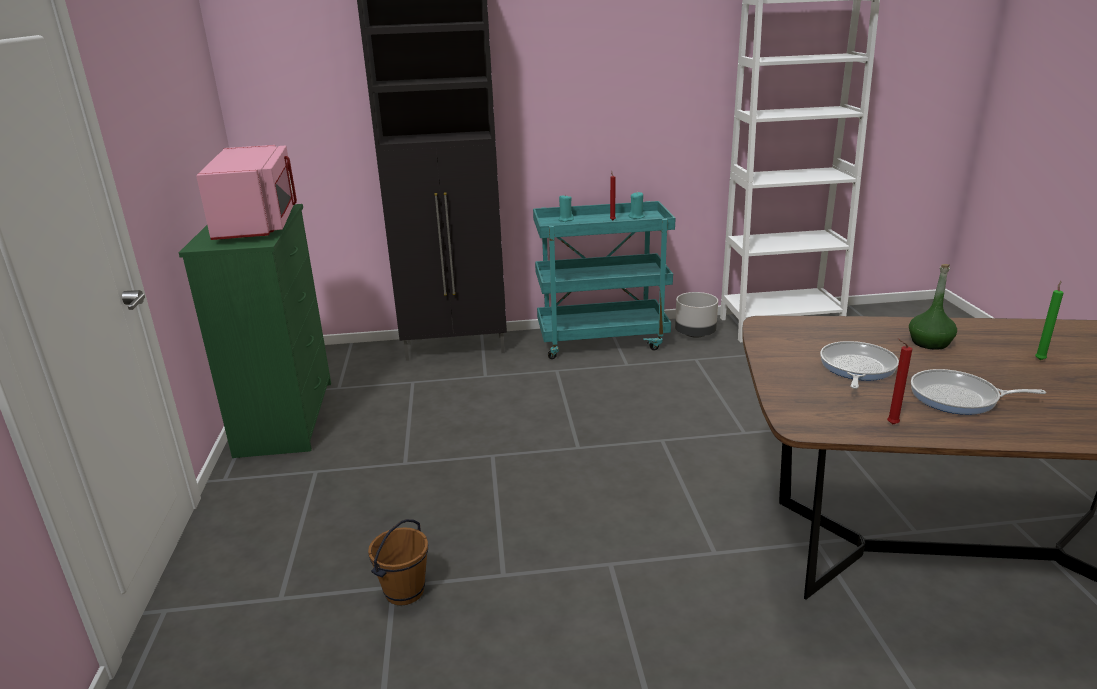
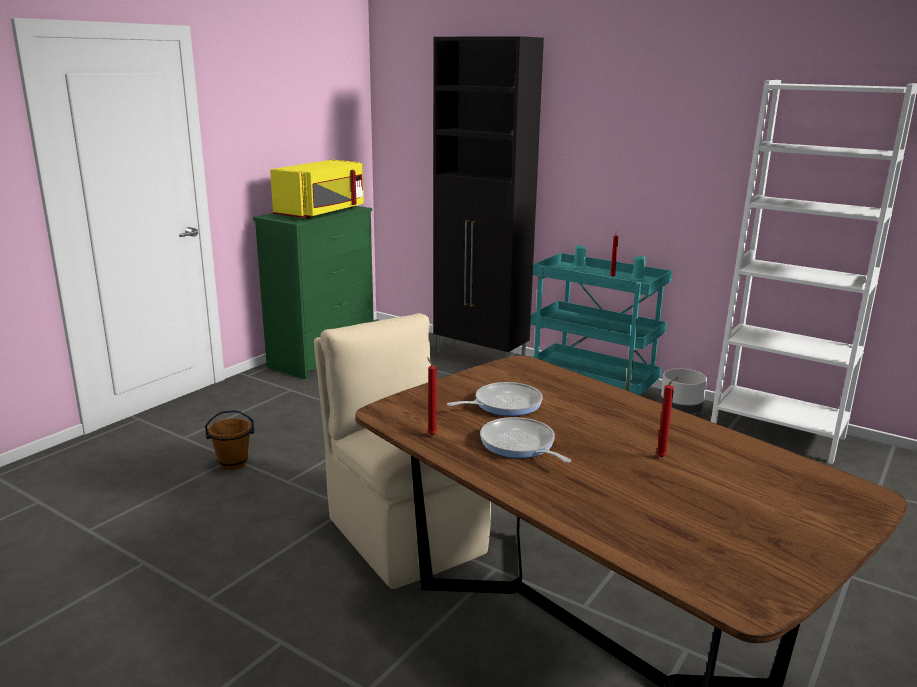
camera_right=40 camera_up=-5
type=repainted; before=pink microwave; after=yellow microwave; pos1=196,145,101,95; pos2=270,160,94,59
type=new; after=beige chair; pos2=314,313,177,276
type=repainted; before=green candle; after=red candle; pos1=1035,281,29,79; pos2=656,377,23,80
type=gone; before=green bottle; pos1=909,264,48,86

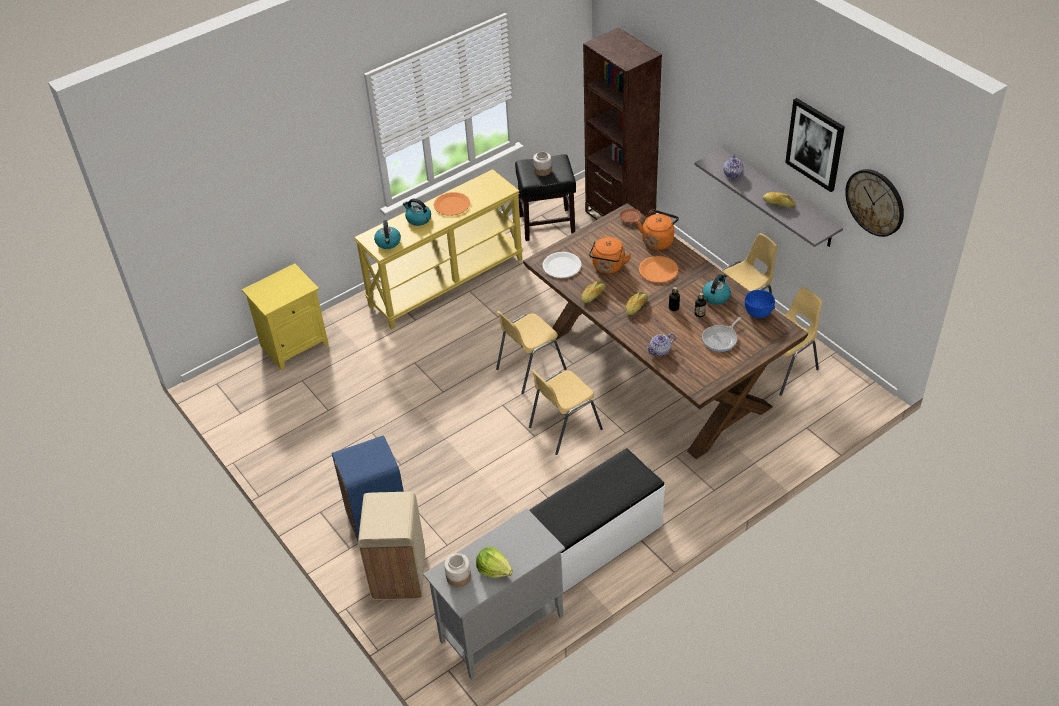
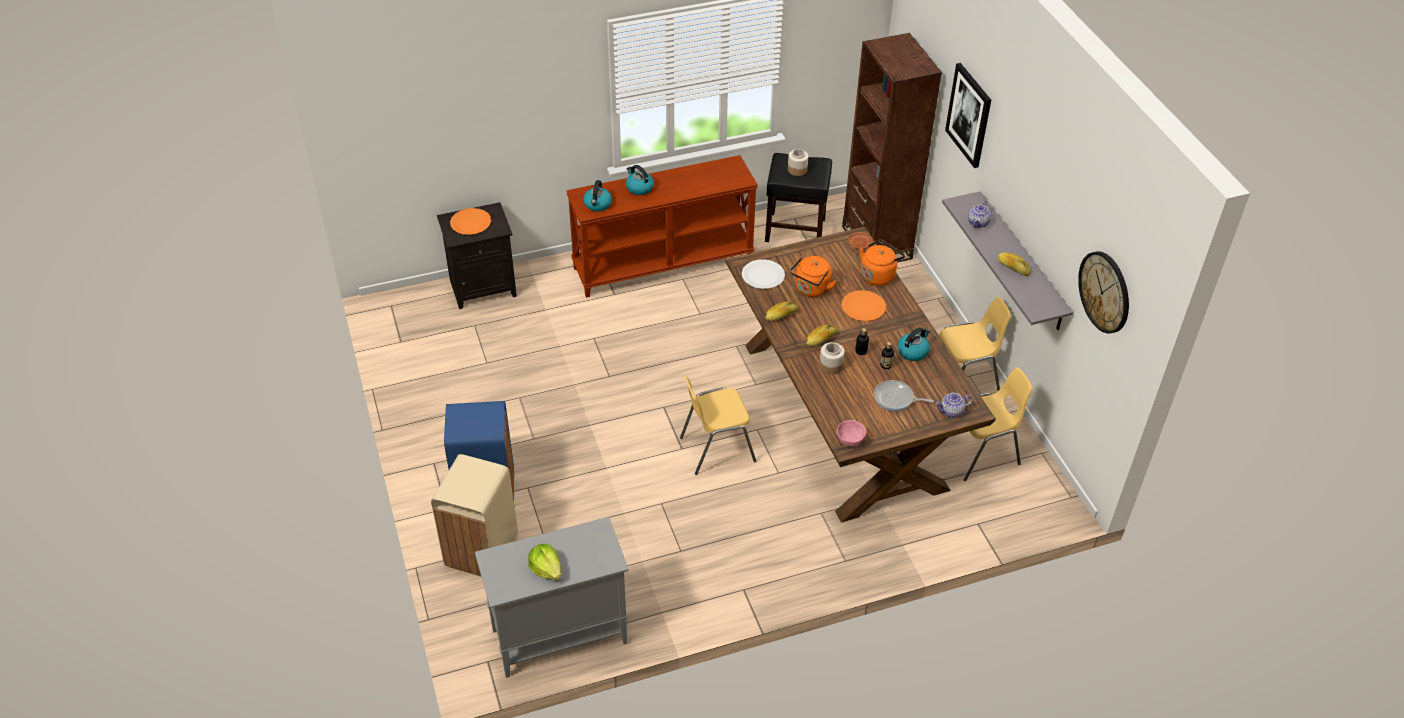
camera_right=15 camera_up=0
type=repainted; before=yellow nightstand; after=black nightstand; pos1=242,263,87,107; pos2=437,202,80,107
type=shifted; before=orange plate; pos1=434,192,36,24; pos2=450,208,41,27
type=repainted; before=yellow console table; after=brown console table; pos1=354,169,169,160; pos2=566,155,192,143
type=shifted; before=jar; pos1=444,553,27,34; pos2=819,342,25,32
type=new; after=pink bowl; pos2=837,420,29,27
type=rotated; before=frying pan; pos1=702,317,39,35; pos2=874,380,60,31; turn=45
type=shifted; before=teapot; pos1=646,333,29,23; pos2=935,393,38,25
type=shifted; before=picture; pos1=785,98,60,94; pos2=945,63,46,105
type=gone; before=yellow chair; pos1=496,311,71,83
type=gone; before=white bench; pos1=529,448,136,144
type=gone; before=blue bowl; pos1=745,290,30,28

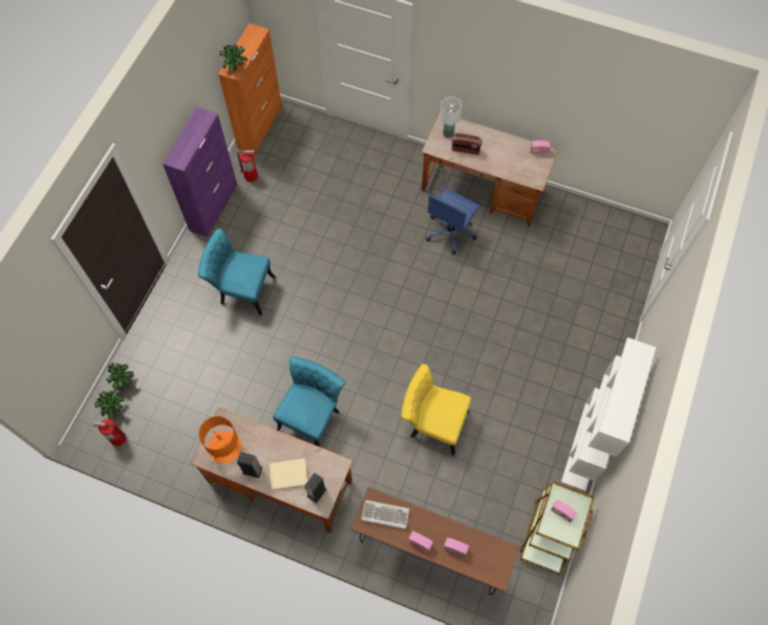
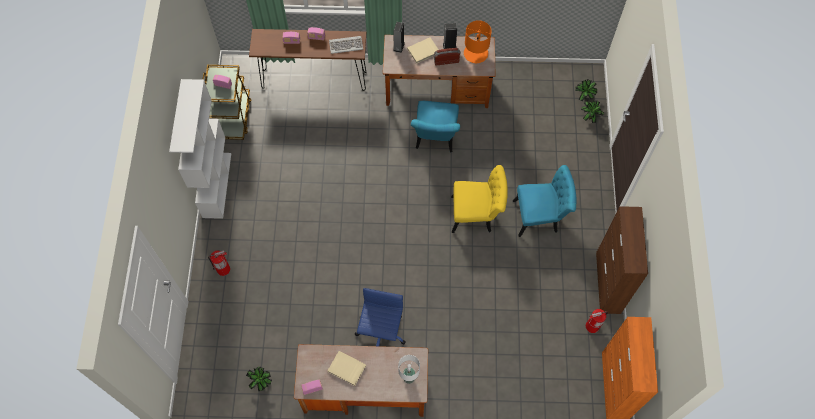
camera_right=160 camera_up=0
type=shifted; before=fire extinguisher; pos1=93,419,34,27; pos2=208,250,22,26
type=shifted; before=potted plant; pos1=219,44,29,28; pos2=246,367,26,24
type=new; after=beige book; pos2=328,351,38,35
type=shifted; before=radio; pos1=452,133,30,22; pos2=434,48,27,18
type=shifted; before=yellow chair; pos1=401,364,70,91; pos2=451,165,57,68
type=repainted; before=purple cabinet; after=brown cabinet; pos1=163,107,74,130; pos2=596,206,52,108

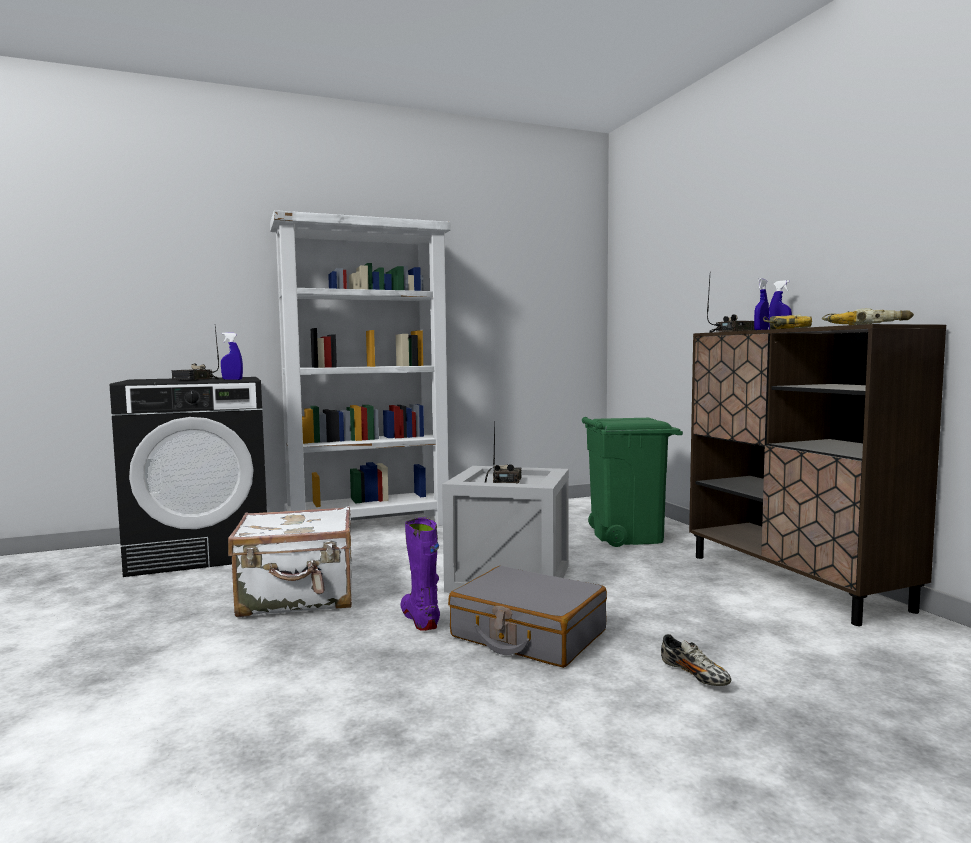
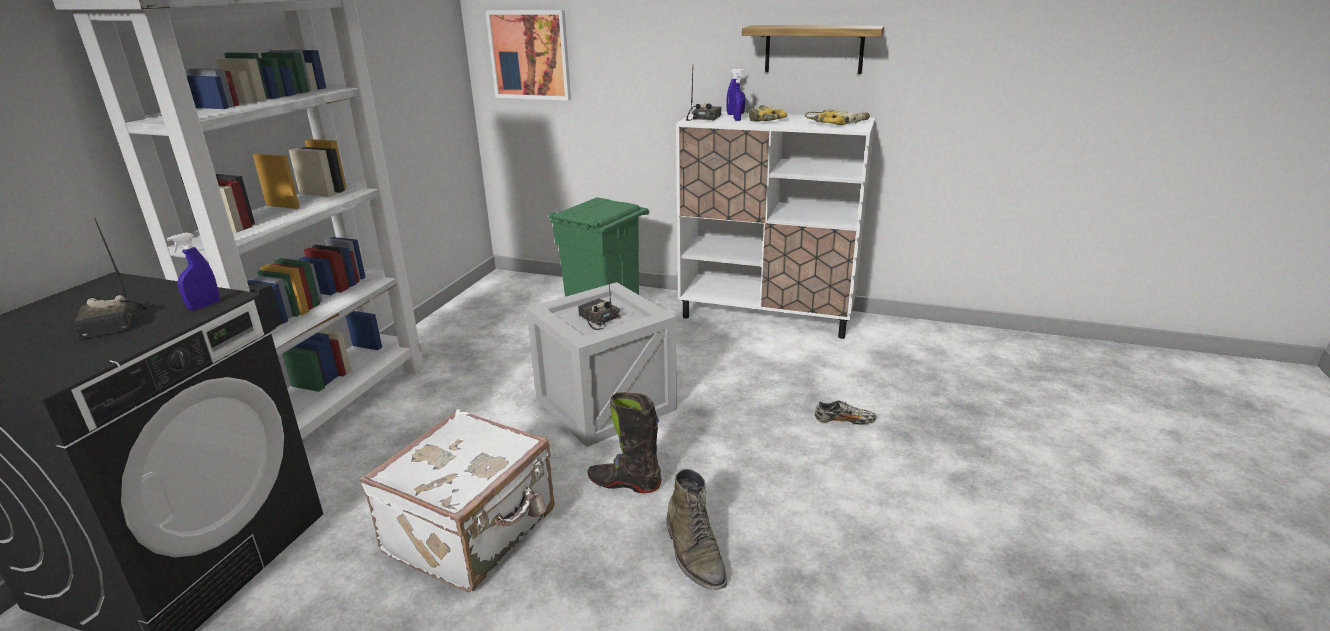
camera_right=-50 camera_up=20
type=new; after=picture; pos2=486,10,85,90
type=repainted; before=purple boot; after=black boot; pos1=400,517,40,114; pos2=587,392,74,101
type=new; after=green boot; pos2=666,469,61,121
type=repainted; before=brown cabinet; after=white cabinet; pos1=689,324,257,302; pos2=676,112,199,227
type=new; after=shelf; pos2=742,25,142,49
type=gone; before=grey suitcase; pos1=448,566,159,102

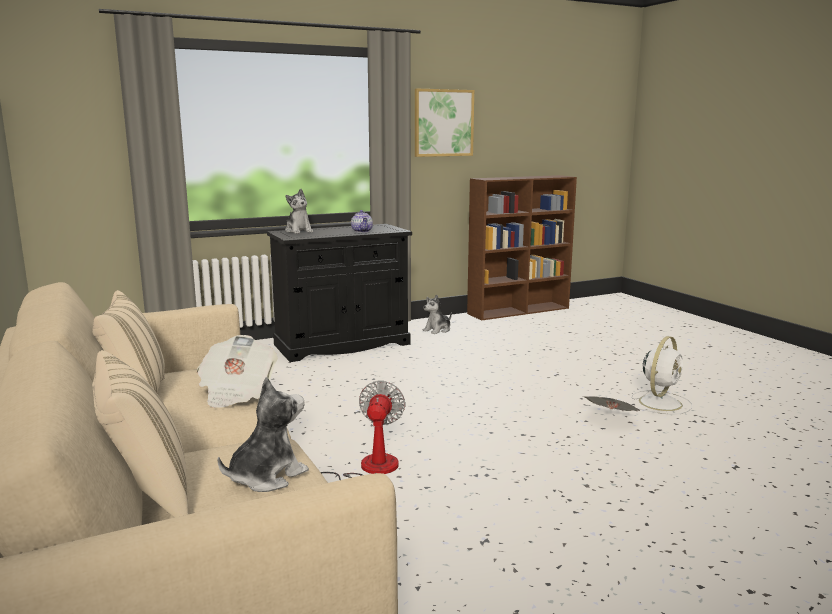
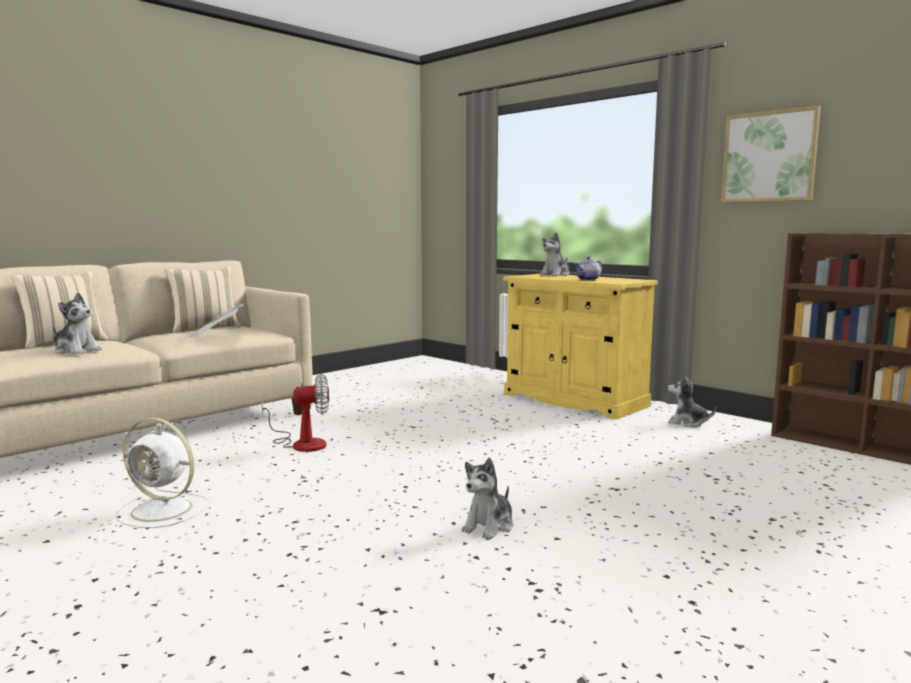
camera_right=70 camera_up=-5
type=shifted; before=white fan; pos1=631,336,61,79; pos2=116,418,94,110
type=swapped; before=newspaper; after=plush toy; pos1=583,396,57,15; pos2=462,458,52,82
type=repainted; before=black cabinet; after=yellow cabinet; pos1=267,224,145,138; pos2=503,274,155,145

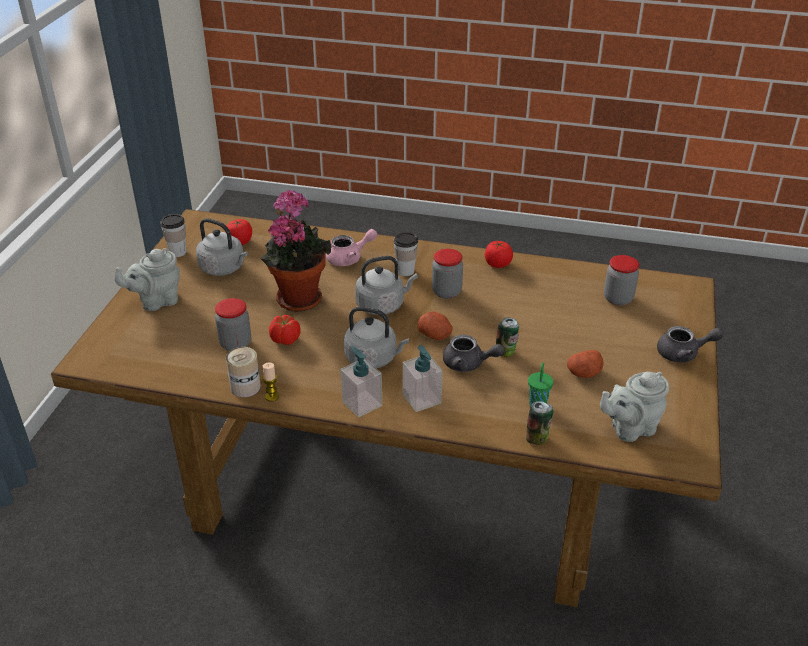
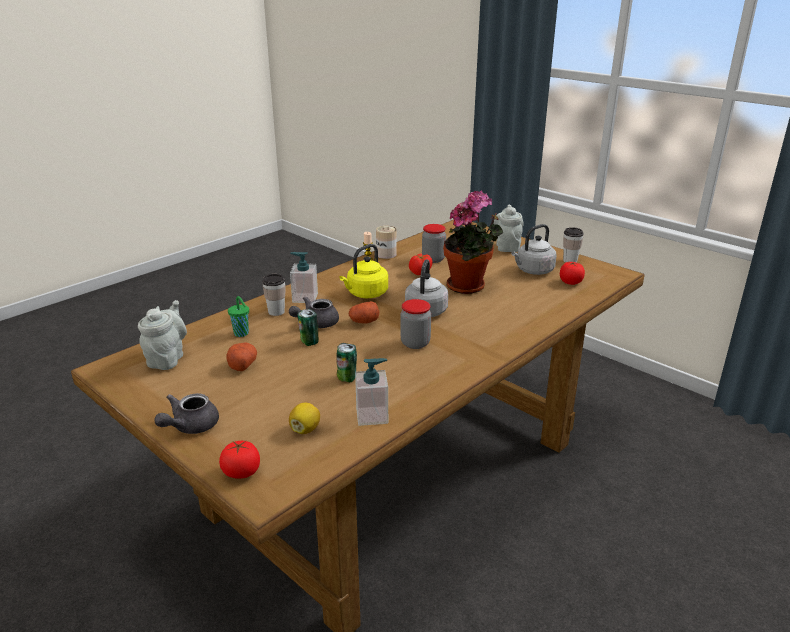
camera_right=120 camera_up=-10
type=shifted; before=tomato; pos1=485,241,28,27; pos2=219,440,41,39
type=shifted; before=cup; pos1=394,232,24,44; pos2=262,274,23,42
type=swapped; before=jar; after=lemon; pos1=604,255,35,51; pos2=289,403,31,31
type=shifted; before=can; pos1=526,401,27,44; pos2=336,343,21,39
type=repainted; before=grey kettle; after=yellow kettle; pos1=344,306,65,62; pos2=339,244,49,54
type=shifted; before=soap dispenser; pos1=340,346,42,72; pos2=355,358,33,68
type=gone; before=pink teapot; pos1=326,229,51,37

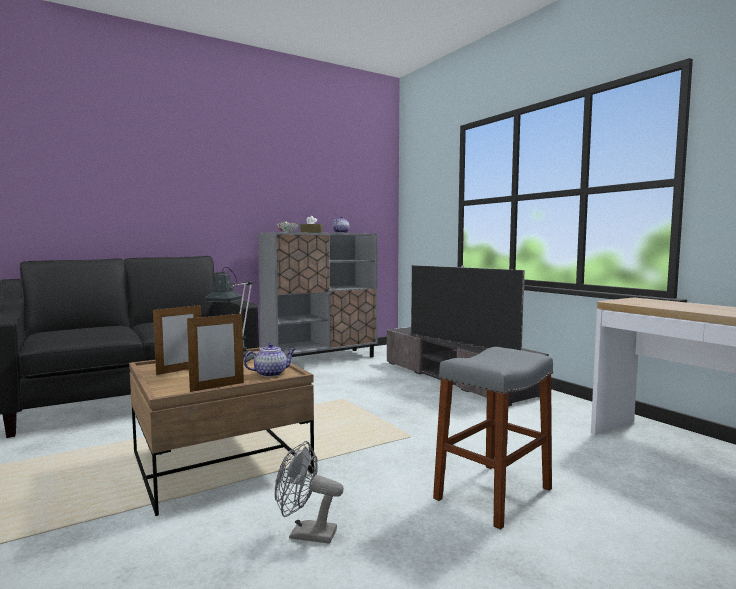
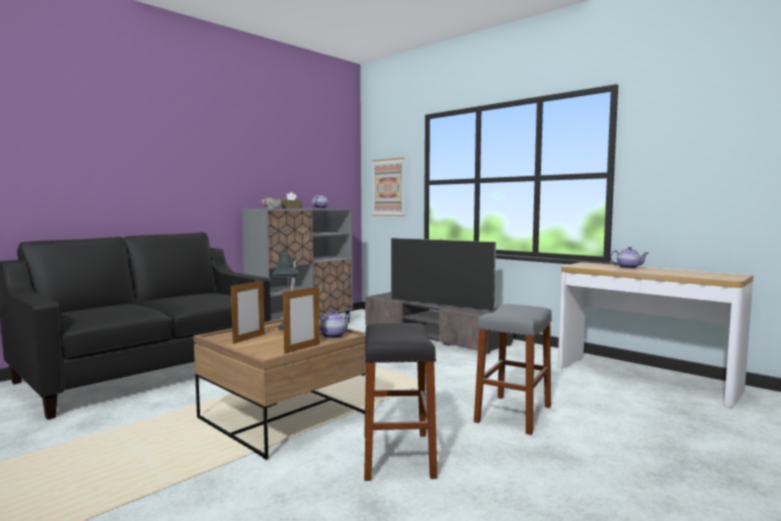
camera_right=-15 camera_up=0
type=swapped; before=grey fan; after=black stool; pos1=275,441,69,103; pos2=364,323,73,158
type=new; after=picture; pos2=372,158,32,58
type=new; after=teapot; pos2=610,247,38,22

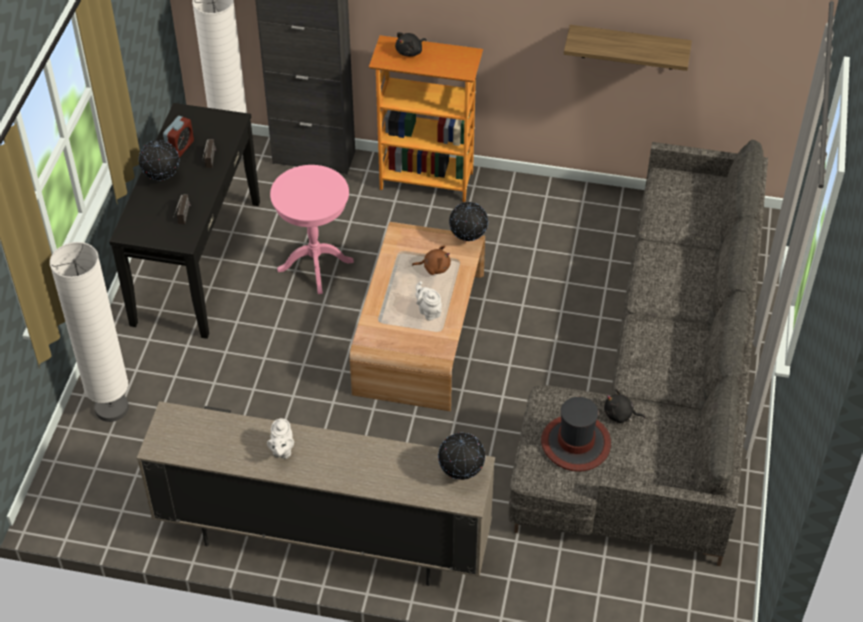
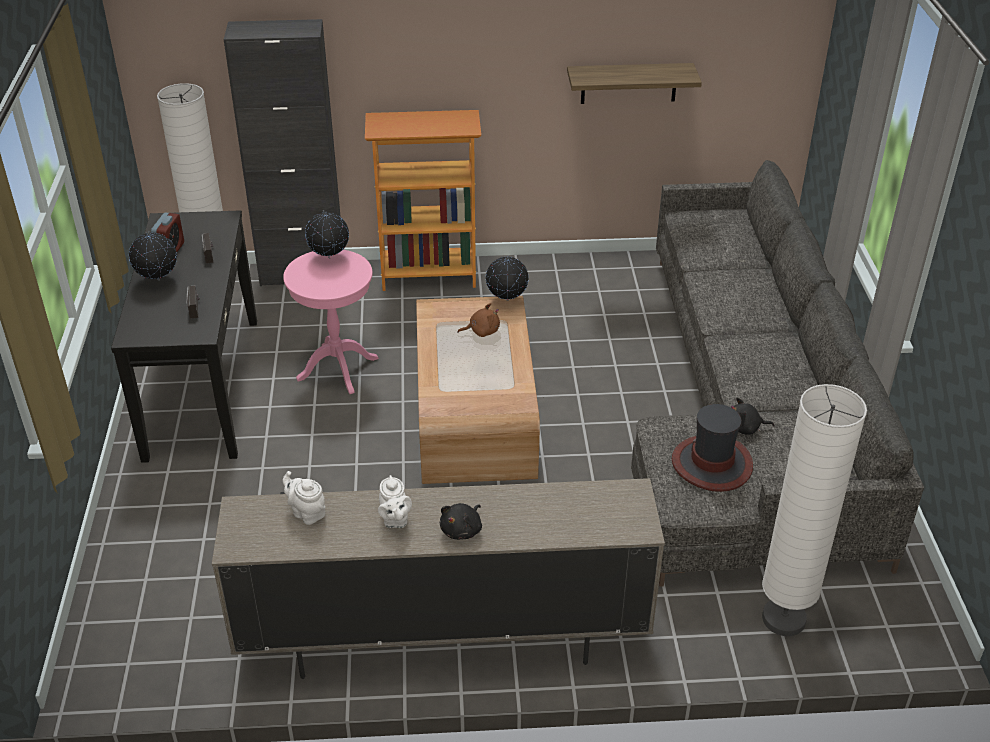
camera_right=-15 camera_up=-10
type=shifted; before=white teapot; pos1=416,281,26,40; pos2=282,471,44,54
type=shifted; before=globe; pos1=438,433,47,47; pos2=305,210,44,49
type=shifted; before=black plush toy; pos1=395,32,32,24; pos2=440,503,42,37
type=shifted; before=white floor lamp; pos1=50,242,79,180; pos2=762,384,105,252

